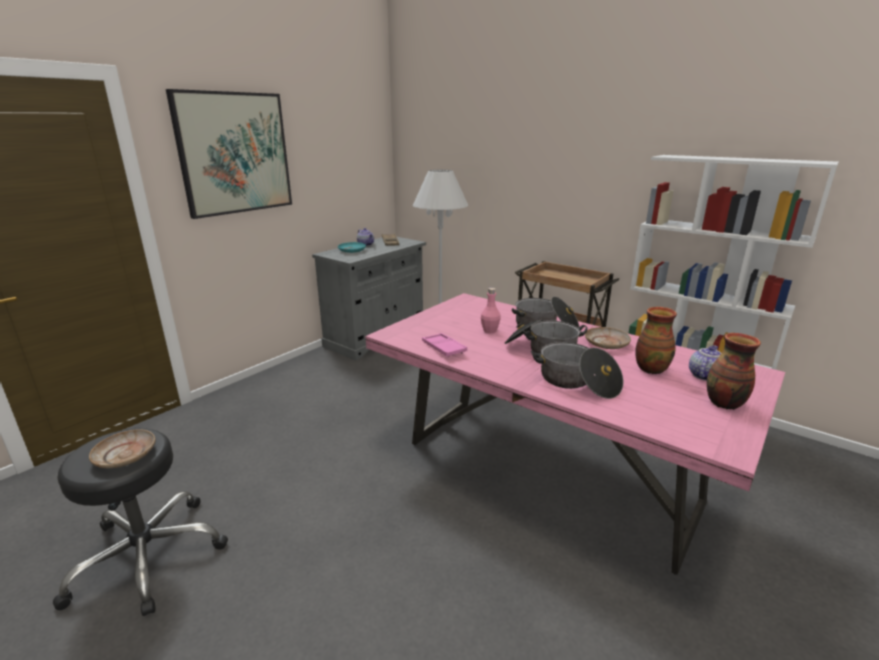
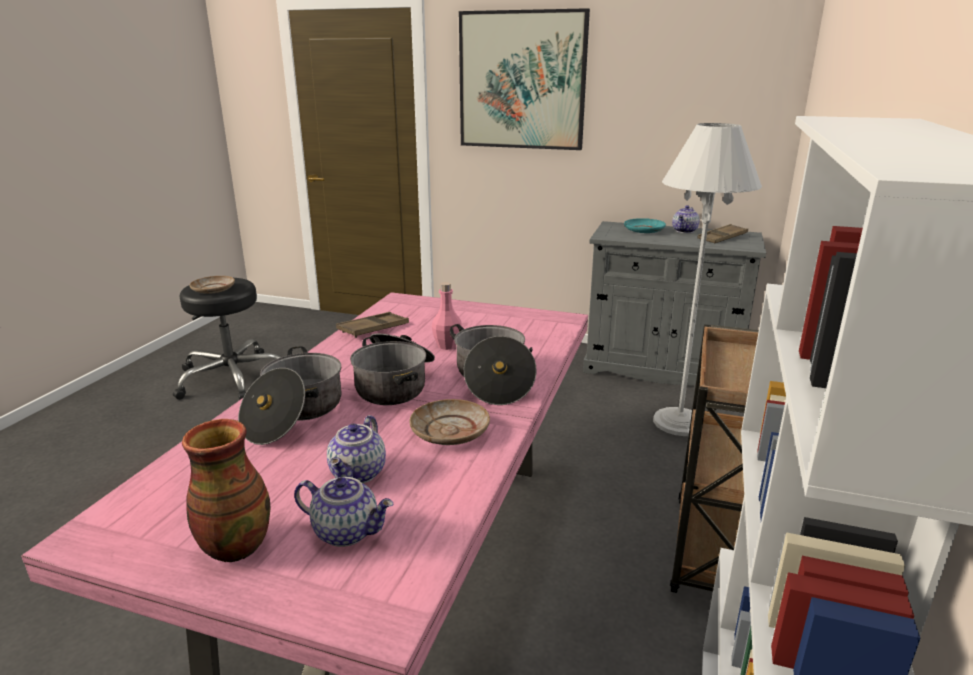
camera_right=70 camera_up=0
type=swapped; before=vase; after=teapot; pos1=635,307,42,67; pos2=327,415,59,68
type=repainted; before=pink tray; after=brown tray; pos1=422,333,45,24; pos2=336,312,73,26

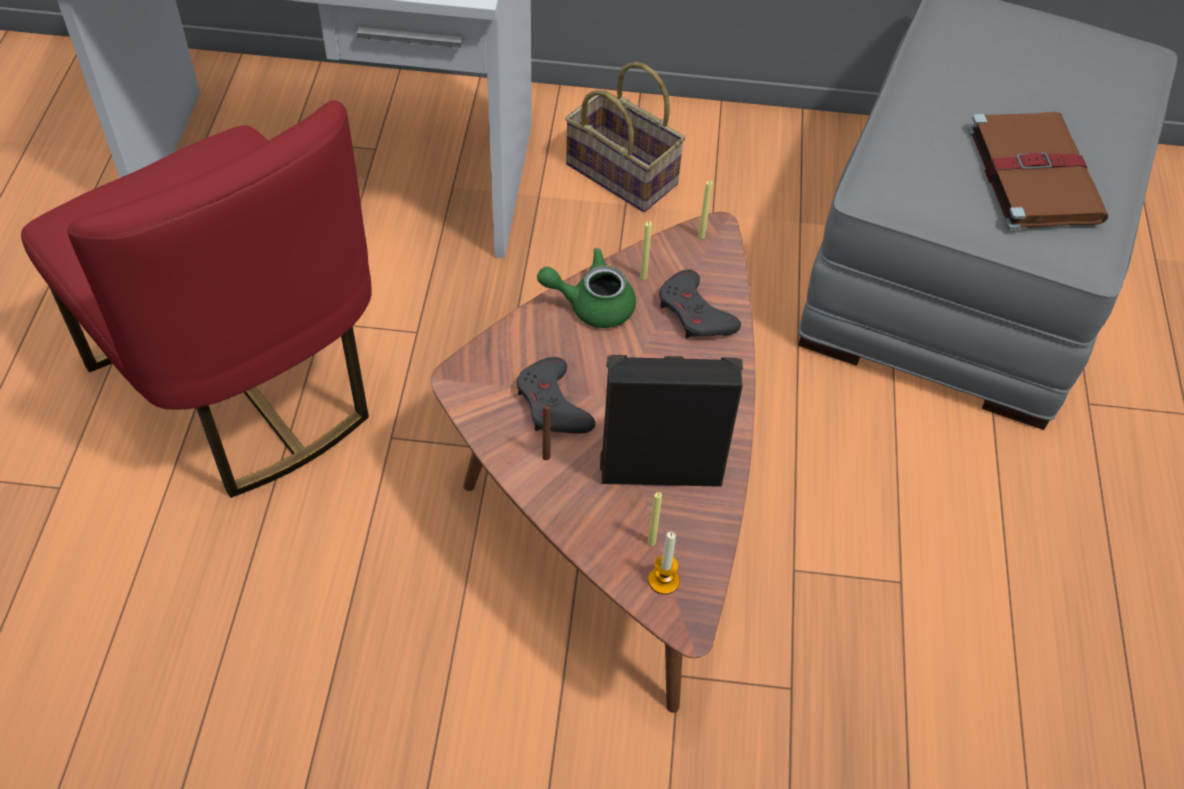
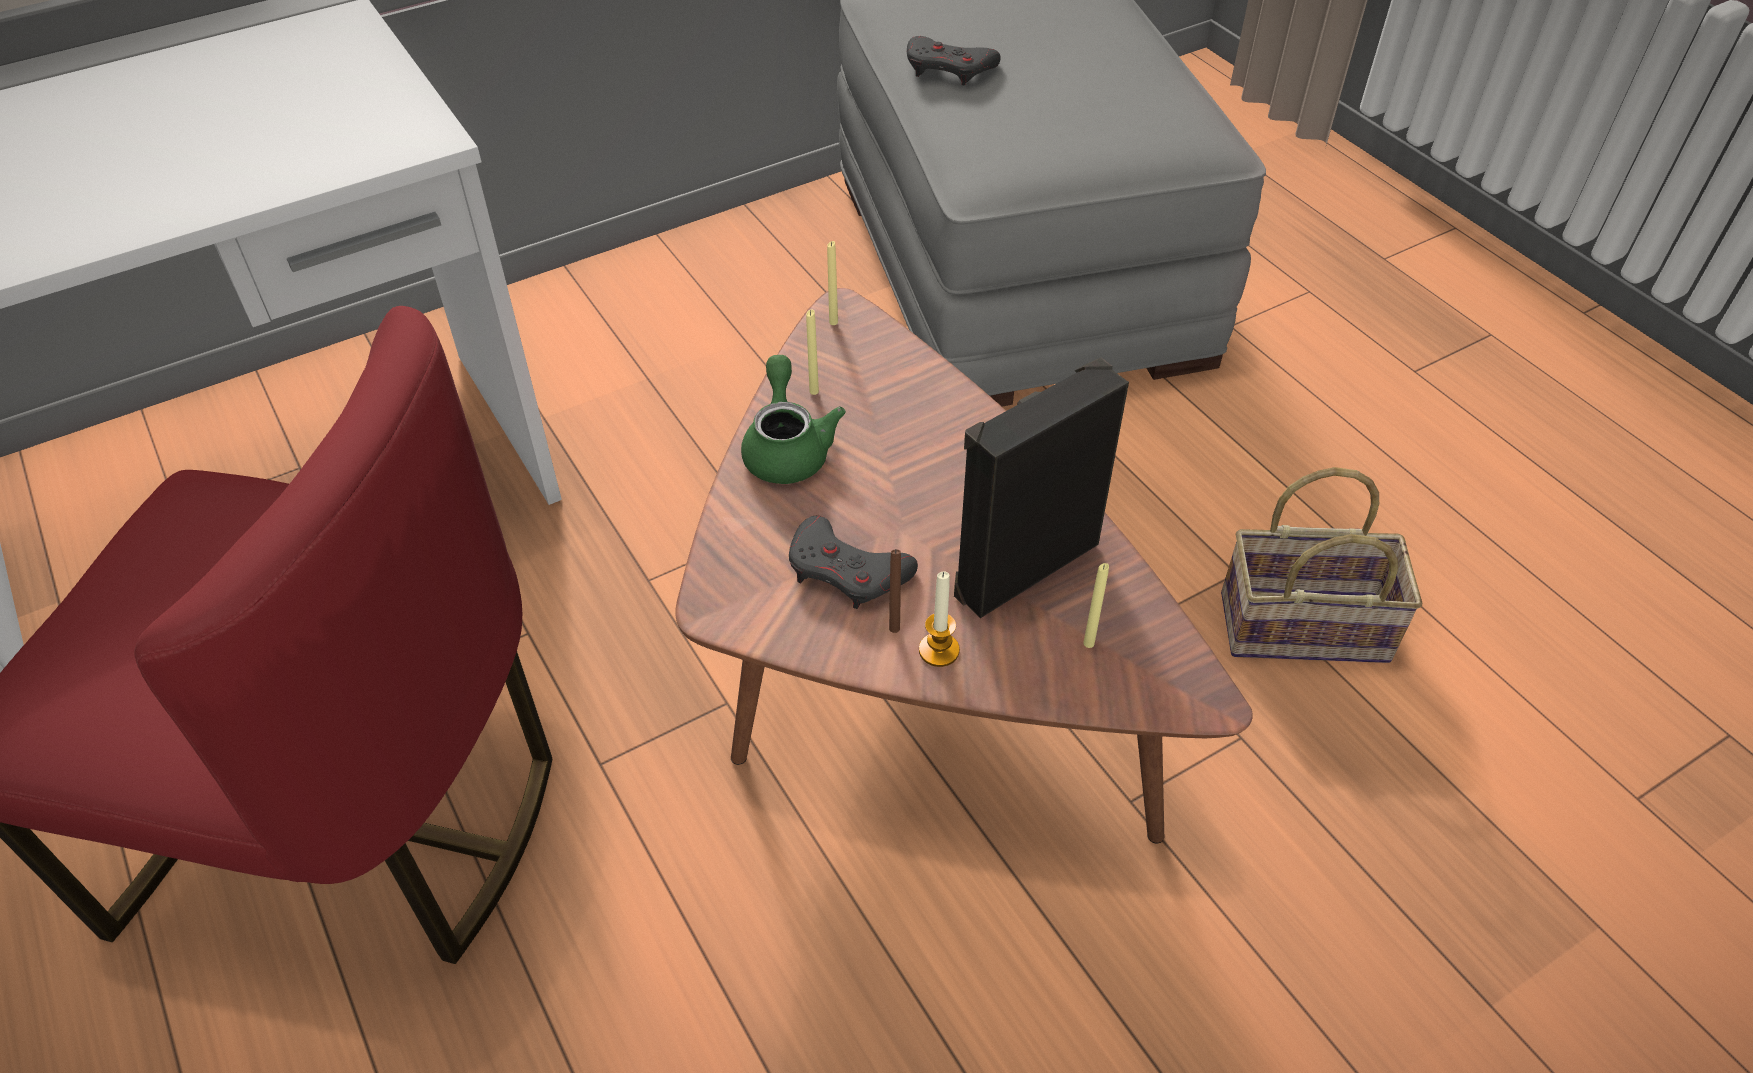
camera_right=-35 camera_up=-5
type=rotated; before=green teapot; pos1=537,248,99,80; pos2=741,355,105,129; turn=120
type=shifted; before=grey game controller; pos1=659,269,82,70; pos2=907,36,94,49
type=shifted; before=candle; pos1=648,532,32,63; pos2=919,572,41,95
type=shifted; before=basket; pos1=565,62,120,150; pos2=1221,467,201,196
type=gone; before=brown book; pos1=968,112,140,118

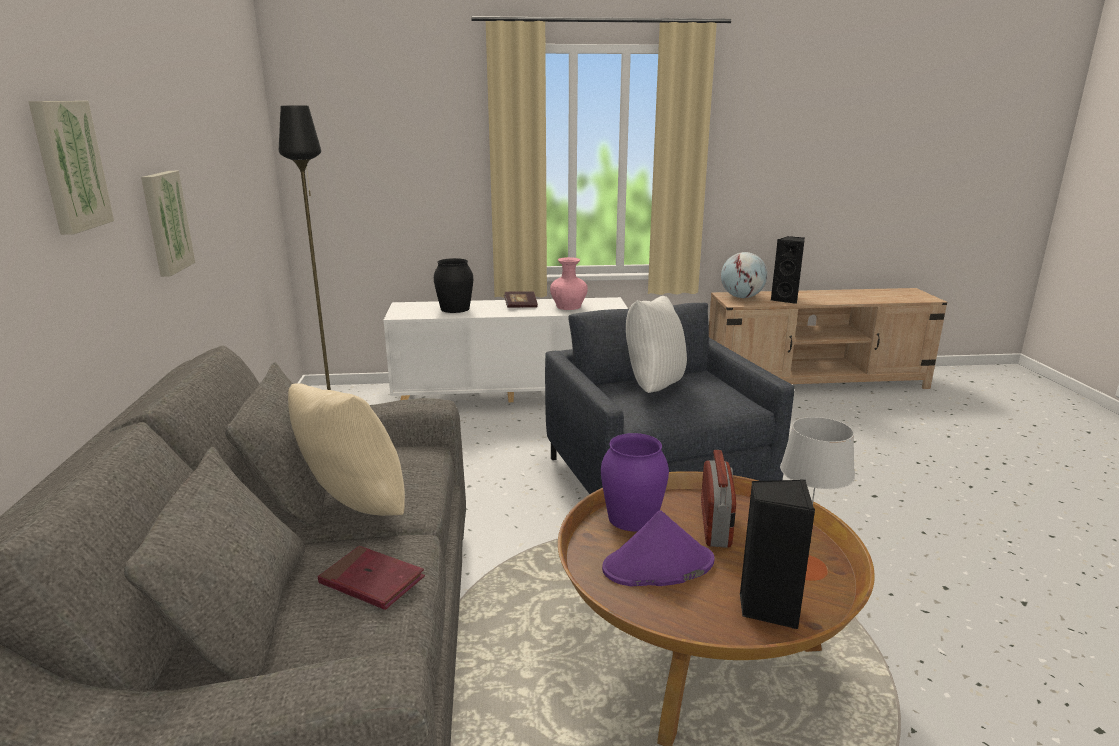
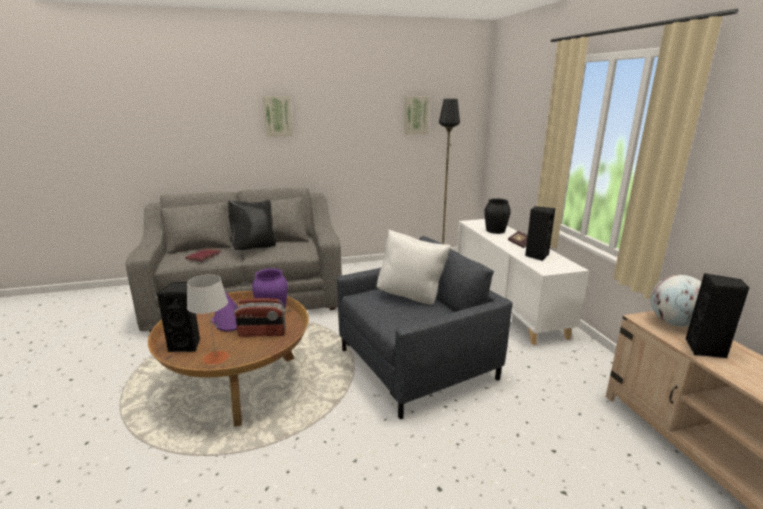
camera_right=80 camera_up=0
type=repainted; before=beige pillow; after=black pillow; pos1=288,383,117,133; pos2=228,200,48,50
type=shifted; before=picture; pos1=141,171,54,106; pos2=405,97,25,37
type=swapped; before=pink vase; after=black speaker; pos1=550,257,38,53; pos2=525,206,31,55

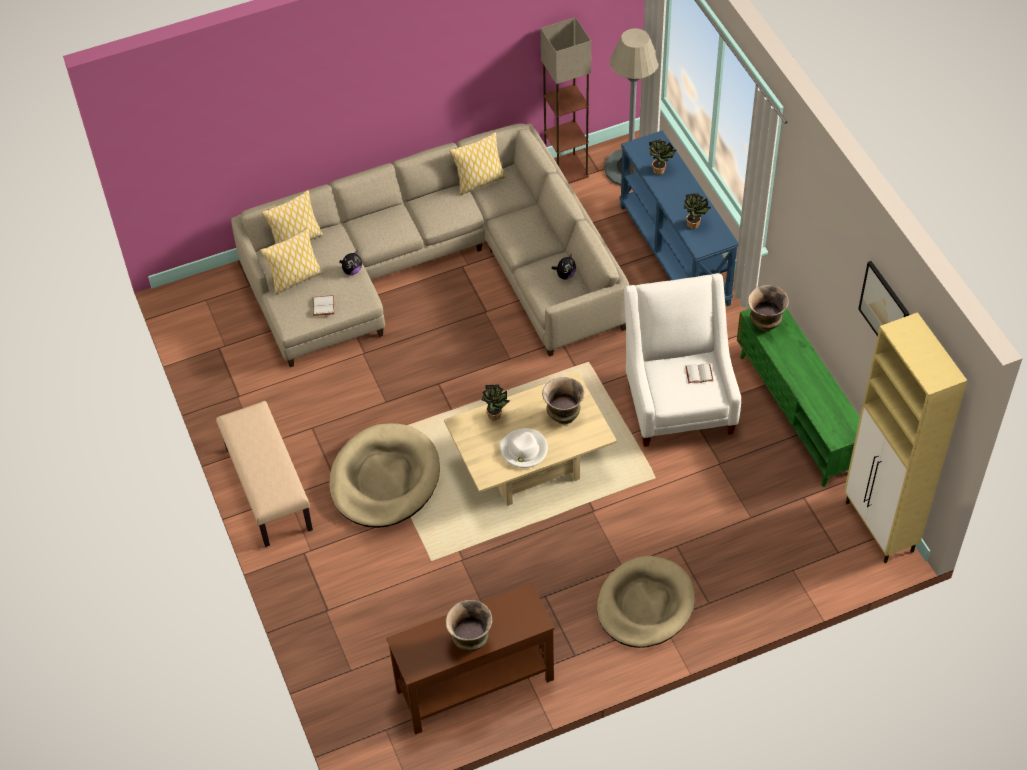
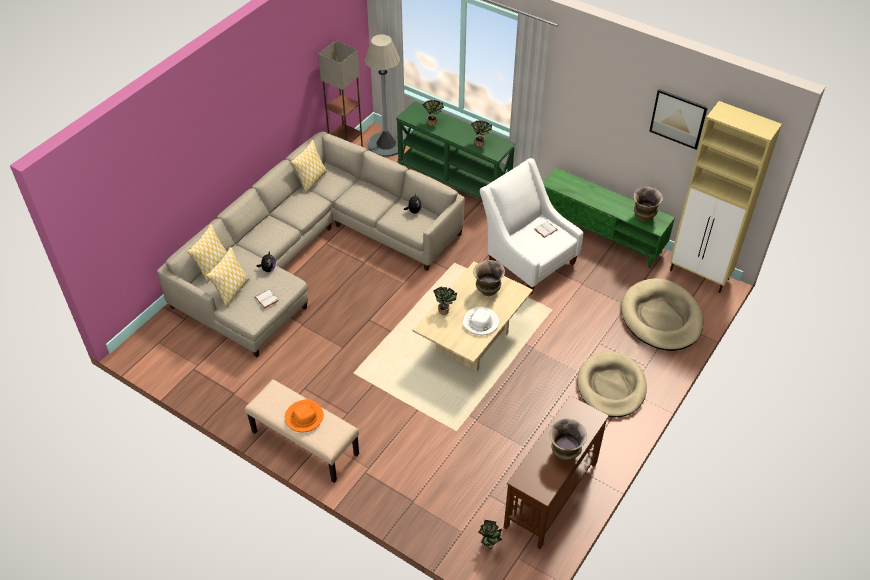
camera_right=-35 camera_up=-5
type=new; after=orange hat; pos2=285,399,39,33
type=repainted; before=blue console table; after=green console table; pos1=619,130,120,176; pos2=396,101,120,99
type=new; after=potted plant; pos2=478,520,24,30
type=shifted; before=beige dog bed; pos1=329,423,111,105; pos2=621,278,82,73
type=shifted; before=vase; pos1=748,285,41,46; pos2=633,187,30,34

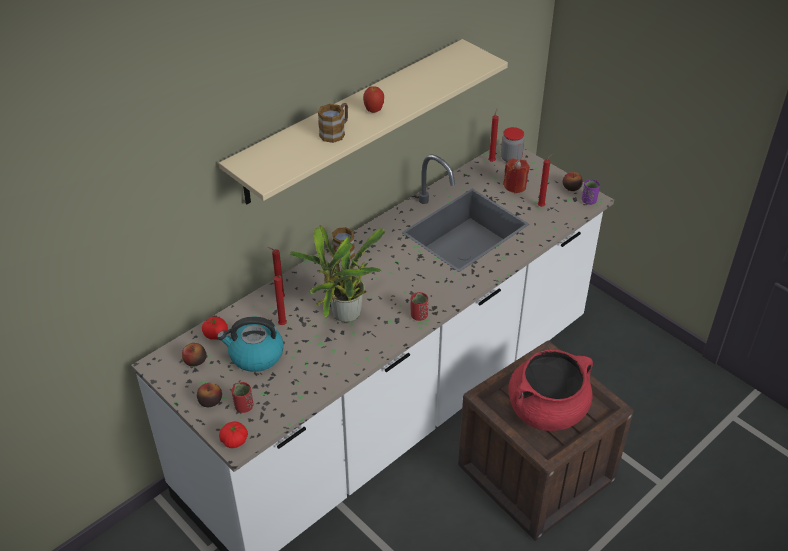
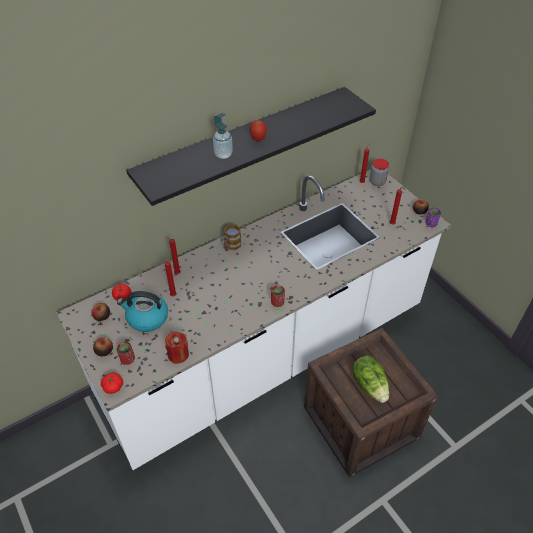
camera_right=10 camera_up=5
type=repainted; before=beige shelf; after=black shelf; pos1=219,39,289,165; pos2=126,87,250,119
type=shifted; before=red candle; pos1=503,158,27,35; pos2=165,331,24,33
type=swapped; before=mug; after=soap dispenser; pos1=318,103,30,40; pos2=213,113,20,46
type=swapped; before=red cooking pot; after=lettuce; pos1=509,350,84,81; pos2=353,356,36,47
type=gone; before=potted plant; pos1=290,225,95,98

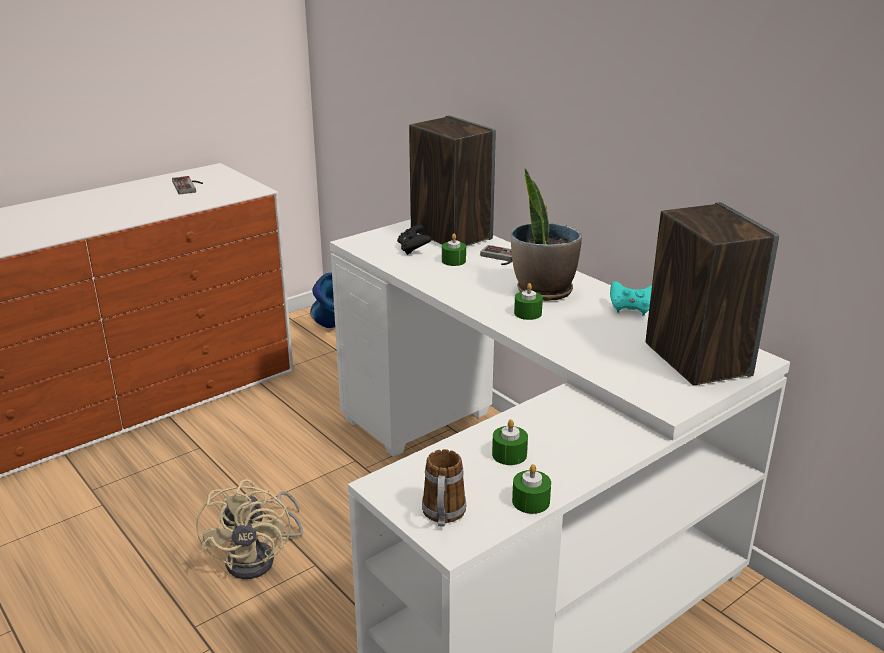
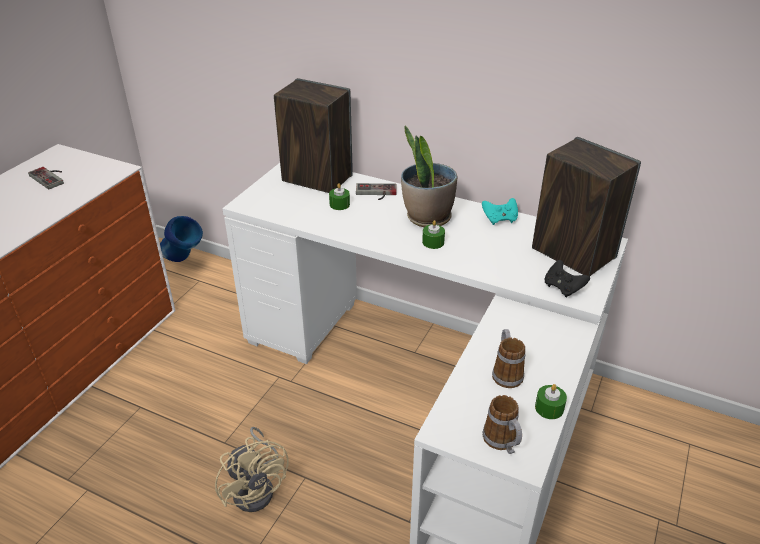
camera_right=-25 camera_up=10
type=swapped; before=green candle; after=mug; pos1=492,419,36,46; pos2=492,329,34,59
type=shifted; before=black game controller; pos1=397,224,35,31; pos2=544,260,46,38

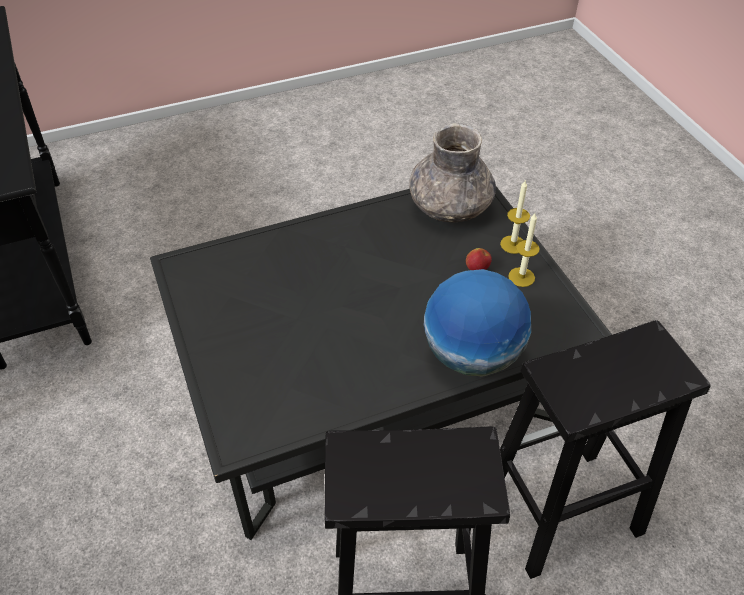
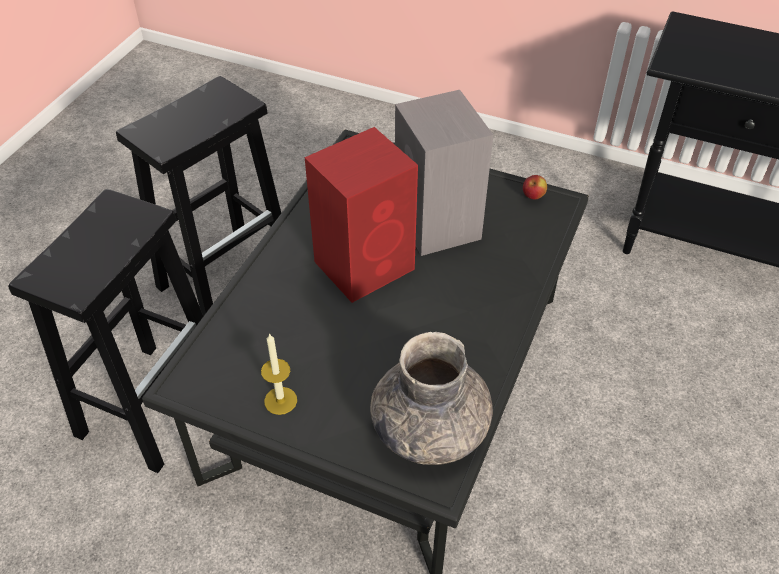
camera_right=135 camera_up=0
type=new; after=red speaker; pos2=305,127,113,176
type=new; after=grey speaker; pos2=395,90,98,166
type=shifted; before=apple; pos1=466,248,26,22; pos2=523,175,24,24
type=gone; before=globe; pos1=424,269,107,108
type=gone; before=candle; pos1=500,179,30,75

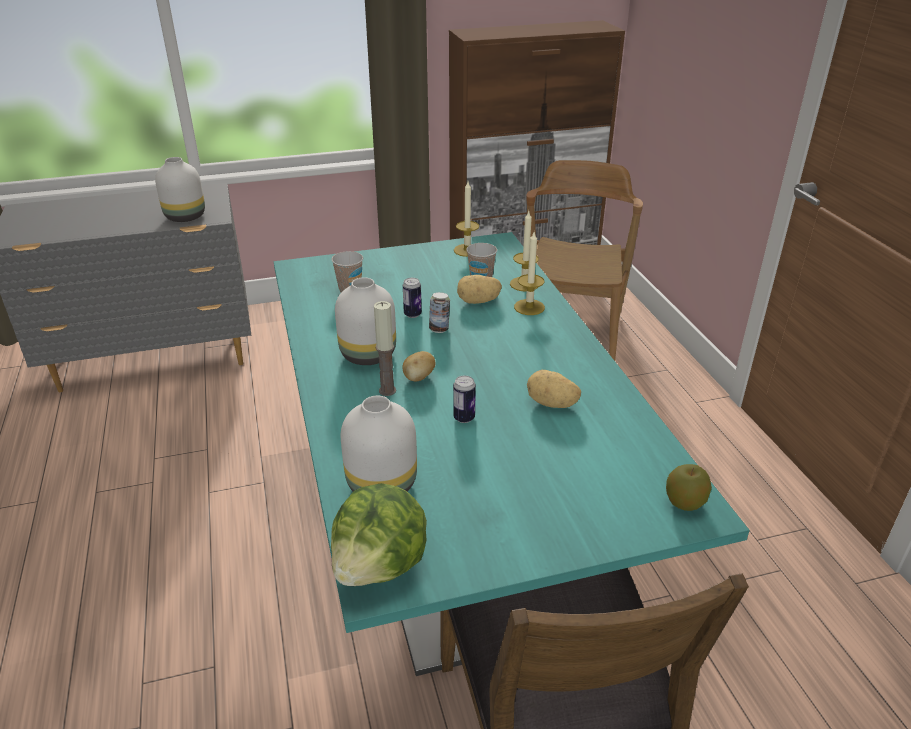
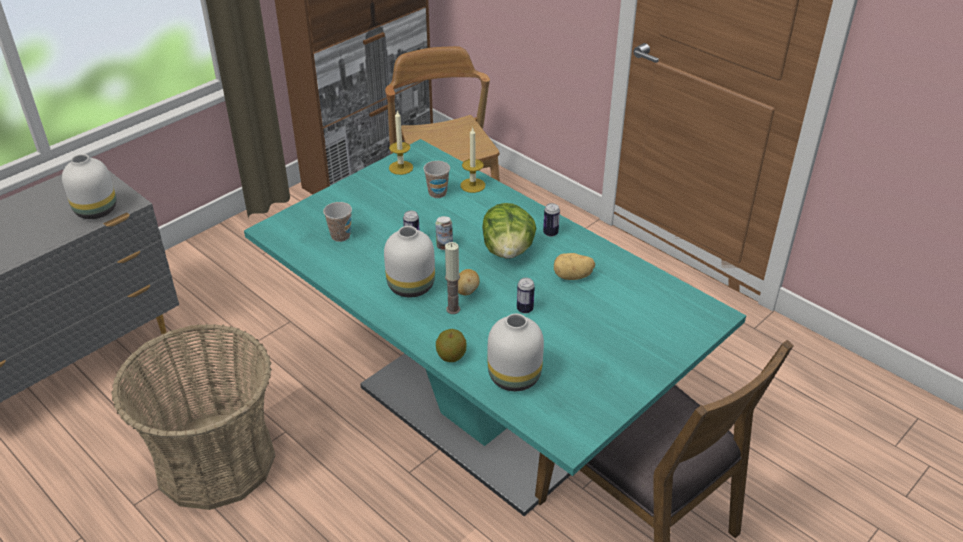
camera_right=-30 camera_up=5
type=new; after=basket; pos2=111,324,165,186
type=shifted; before=apple; pos1=666,464,46,47; pos2=436,329,30,33
type=shifted; before=lettuce; pos1=331,483,96,103; pos2=482,203,54,56
type=new; after=can; pos2=543,203,17,34
type=gone; before=potato; pos1=457,275,45,29
type=gone; before=candle; pos1=514,232,31,83

